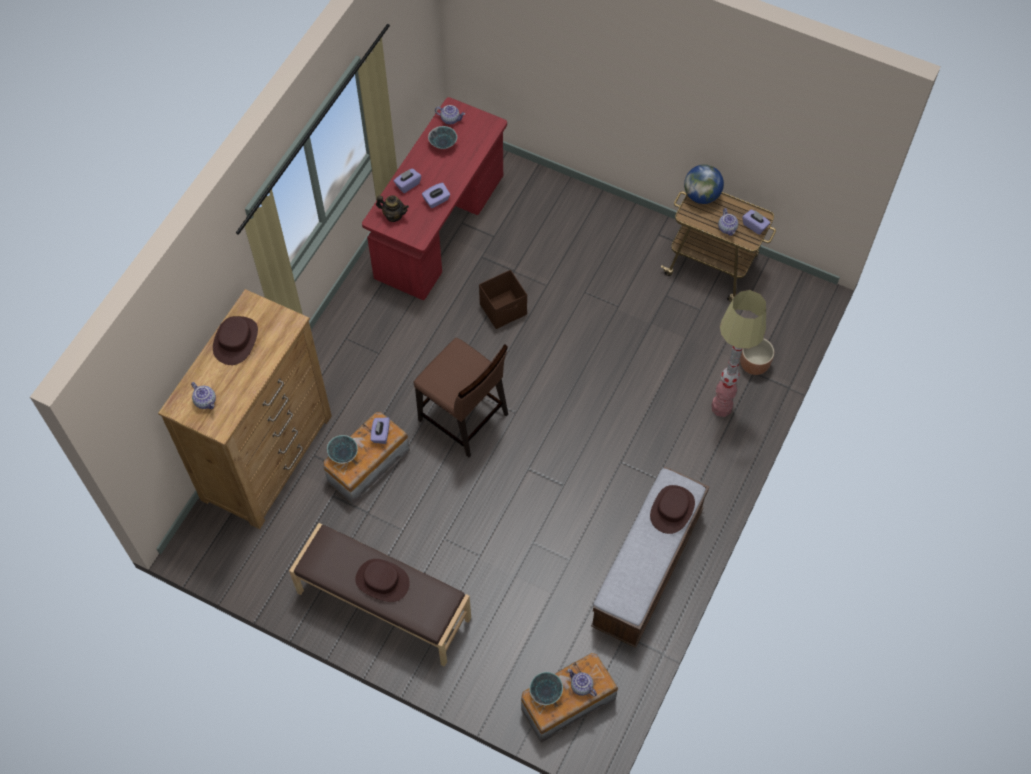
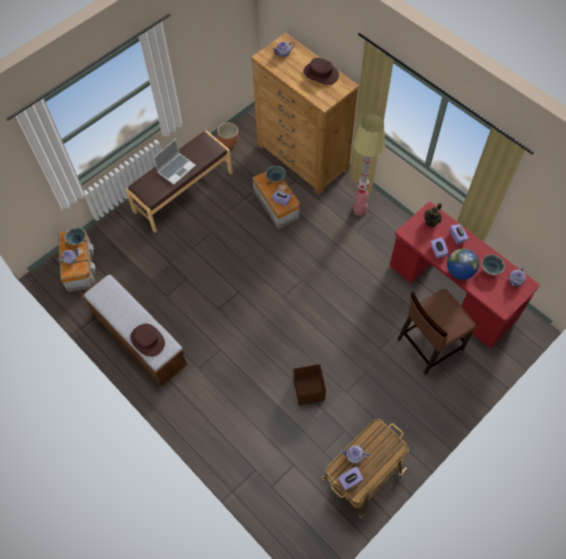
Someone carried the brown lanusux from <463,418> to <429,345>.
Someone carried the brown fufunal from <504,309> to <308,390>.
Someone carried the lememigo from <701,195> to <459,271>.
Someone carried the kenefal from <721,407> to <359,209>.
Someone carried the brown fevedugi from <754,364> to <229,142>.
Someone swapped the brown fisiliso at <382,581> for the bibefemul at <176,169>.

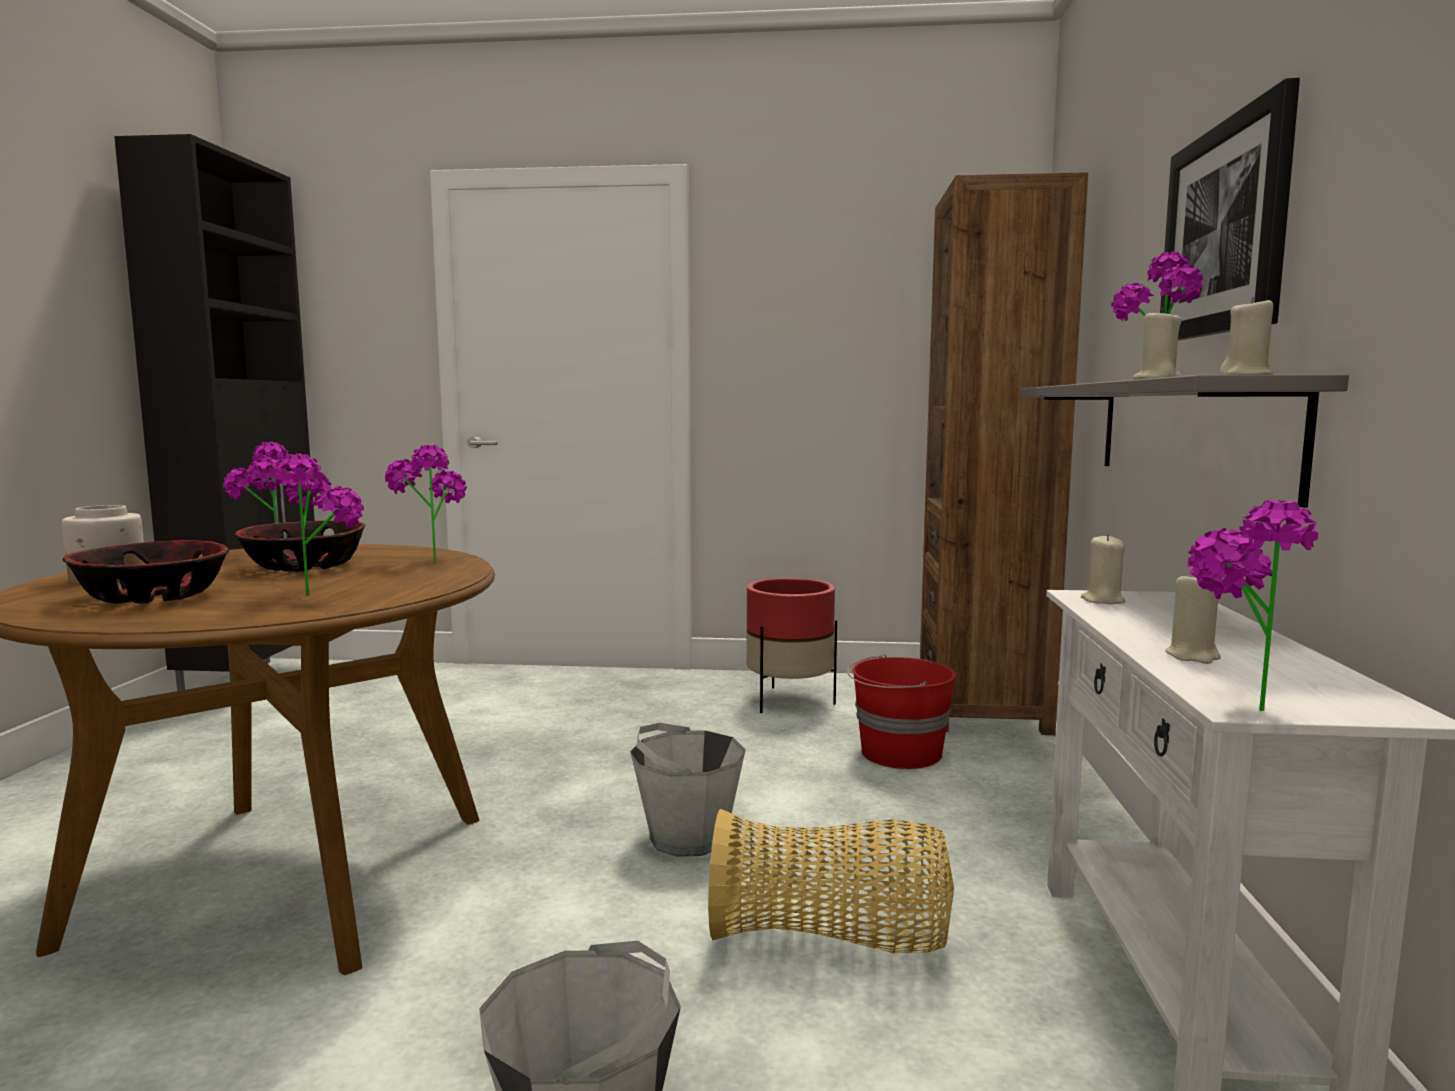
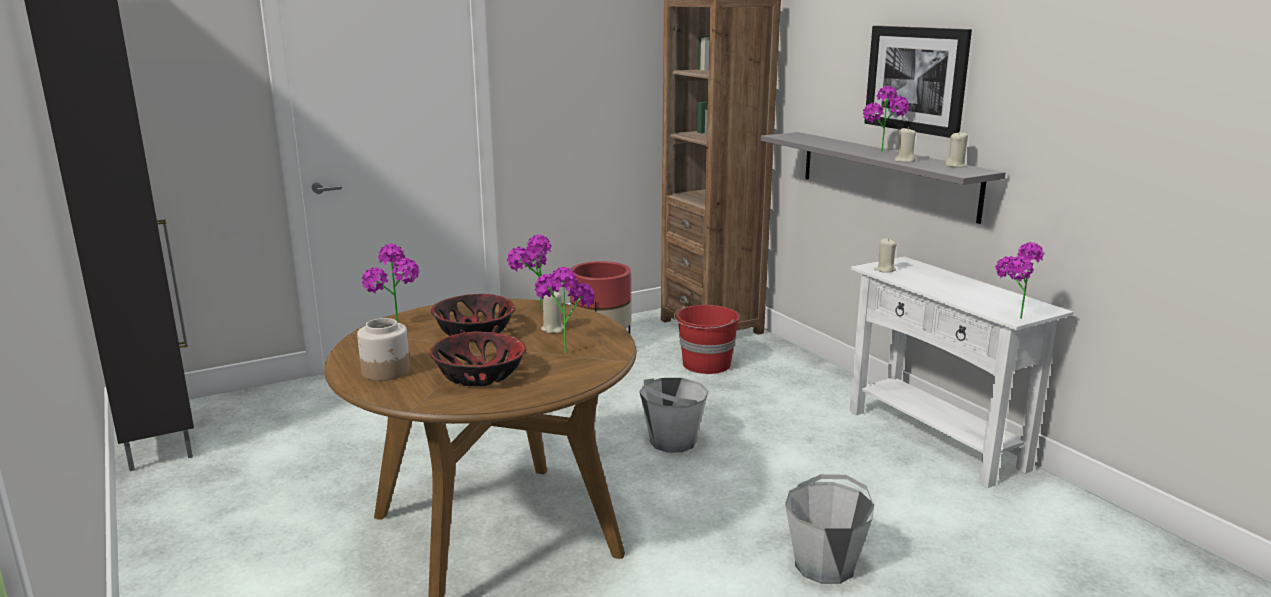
Someone took away the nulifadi at <831,939>.
Someone carried the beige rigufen from <1193,656> to <553,329>.

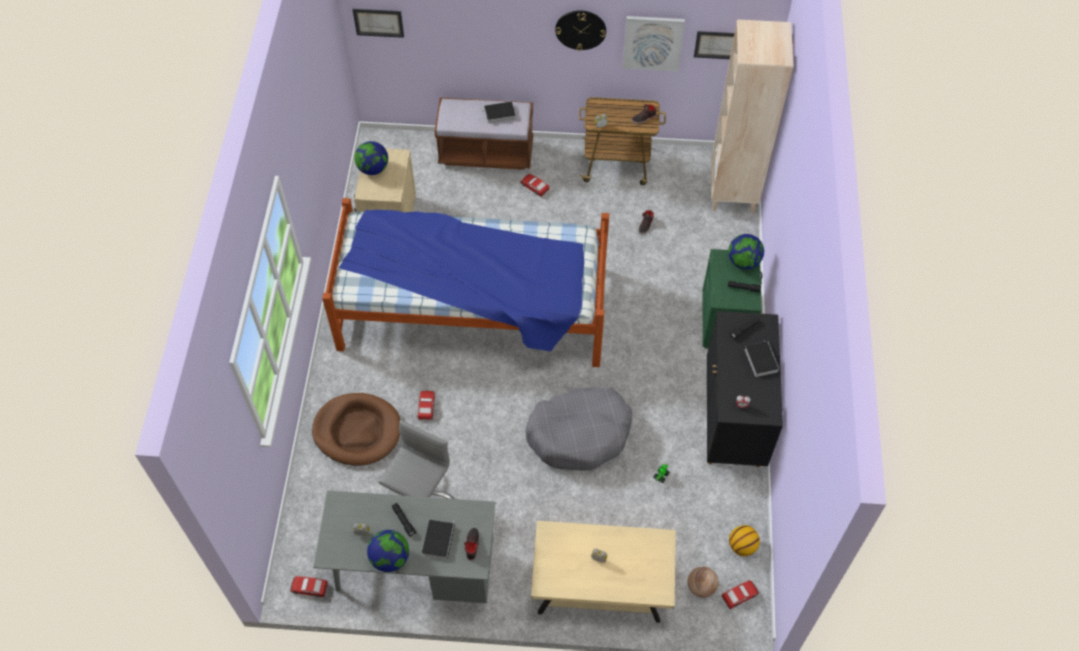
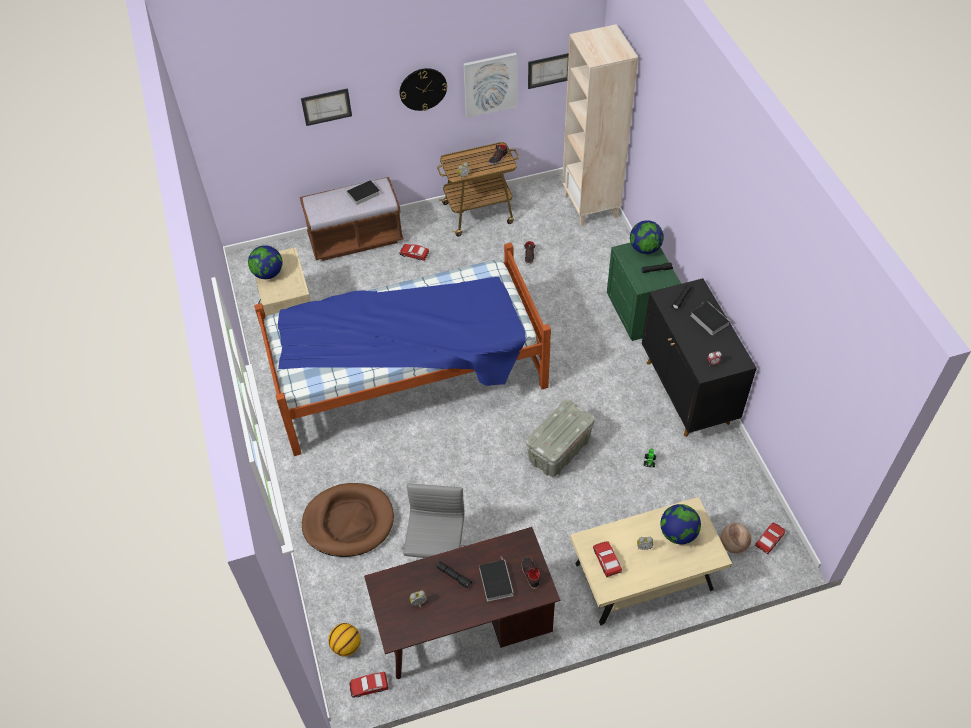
Someone carried the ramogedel from <378,22> to <326,106>.
Someone carried the lememigo from <390,558> to <678,533>.
Someone carried the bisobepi from <426,406> to <606,560>.
Someone carried the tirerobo from <742,546> to <346,646>.
Someone swapped the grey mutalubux at <579,434> for the grey fufunal at <559,451>.
Someone repainted the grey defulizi at <414,571>, which became the brown defulizi at <465,631>.

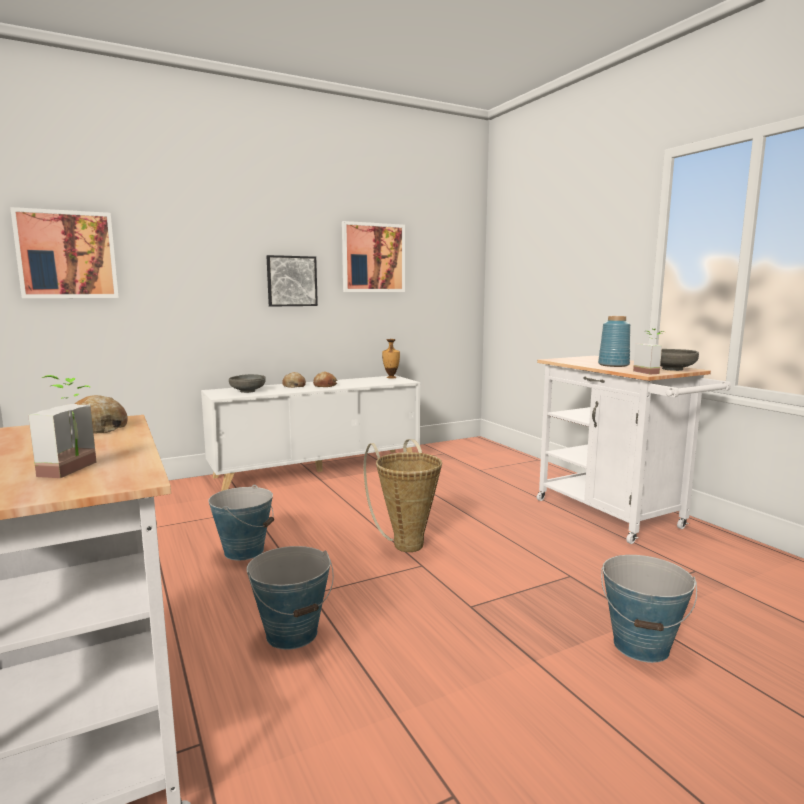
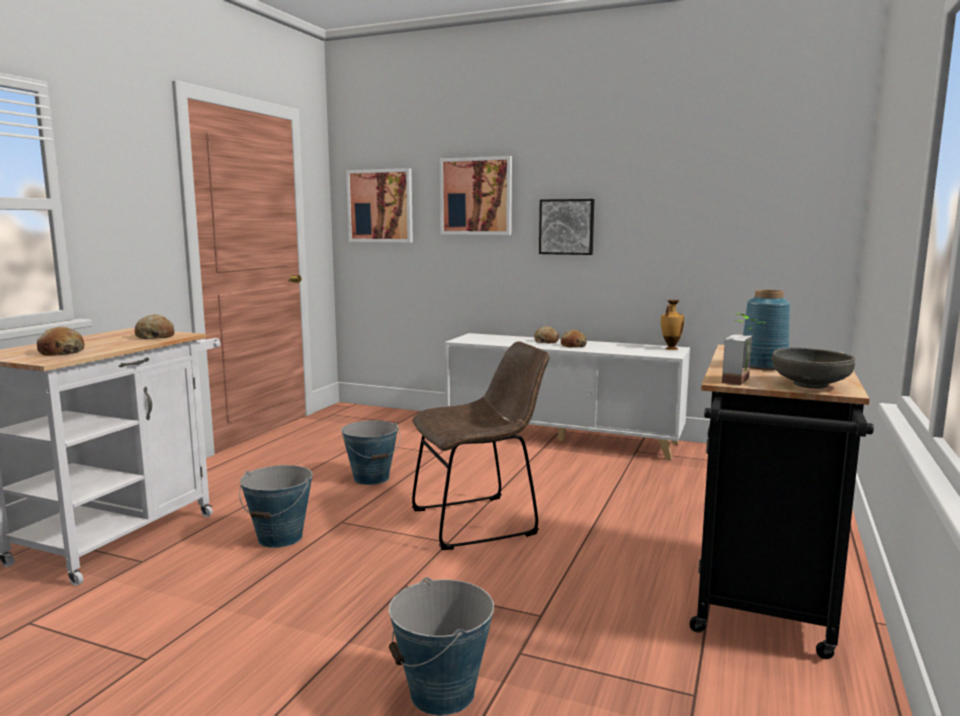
Someone took away the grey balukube at <248,391>.
Someone carried the ramogedel from <373,258> to <476,196>.
Someone swapped the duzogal at <77,469> for the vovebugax at <61,352>.
Someone swapped the nulifadi at <406,543> for the brown lanusux at <480,521>.
Someone repainted the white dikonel at <615,516>, which became the black dikonel at <762,602>.

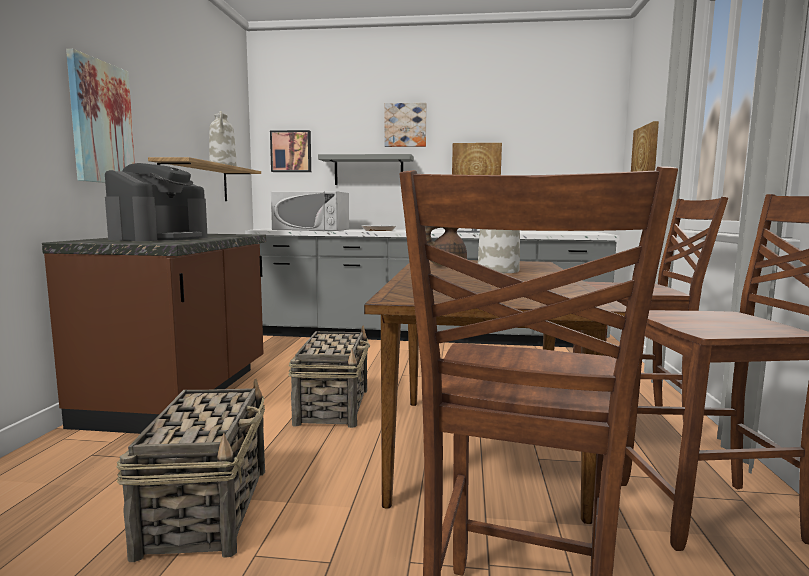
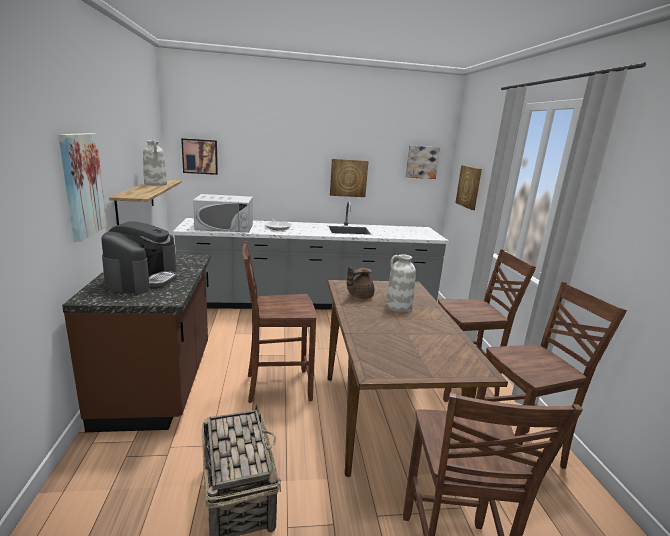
Someone took away the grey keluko at <368,171>.
Someone carried the ramogedel from <405,125> to <422,162>.
Someone swapped the nulifadi at <333,406> for the brown lanusux at <277,386>.

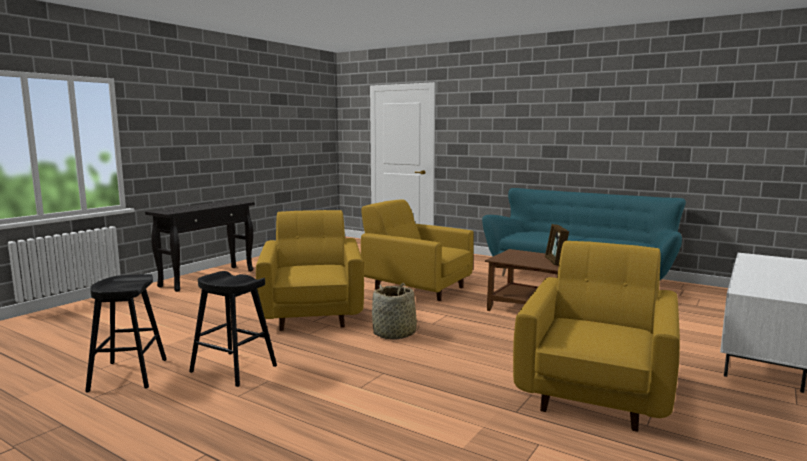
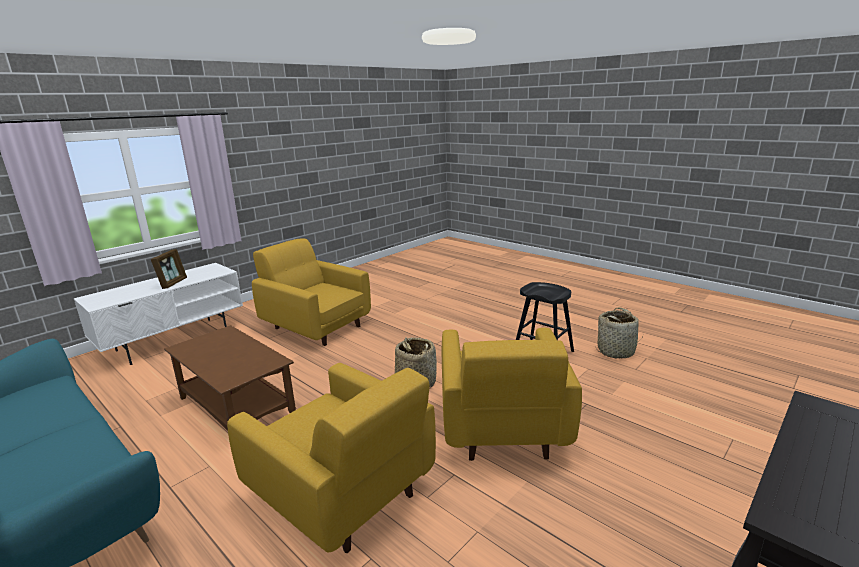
Someone carried the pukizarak from <555,261> to <173,283>.
Someone swapped the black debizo at <128,375> for the nulifadi at <616,351>.
Someone rotated the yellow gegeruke at <596,390> by 90 degrees clockwise.

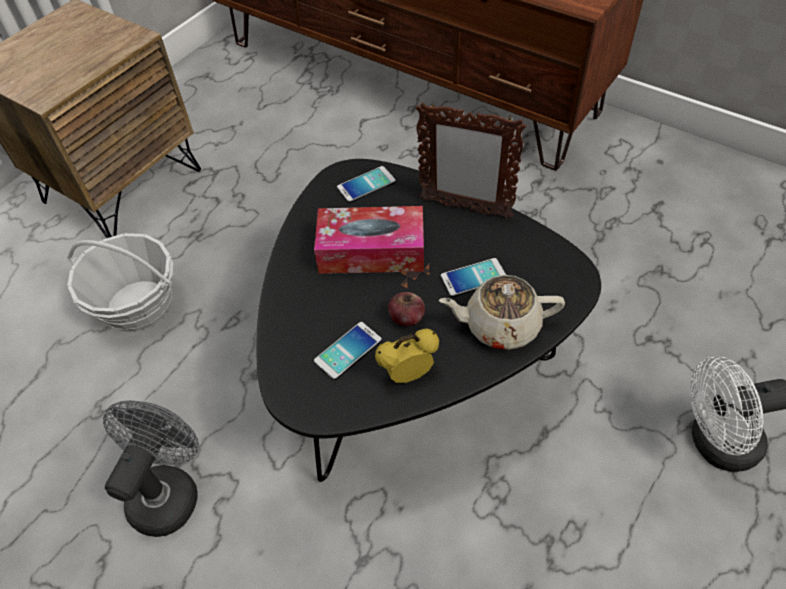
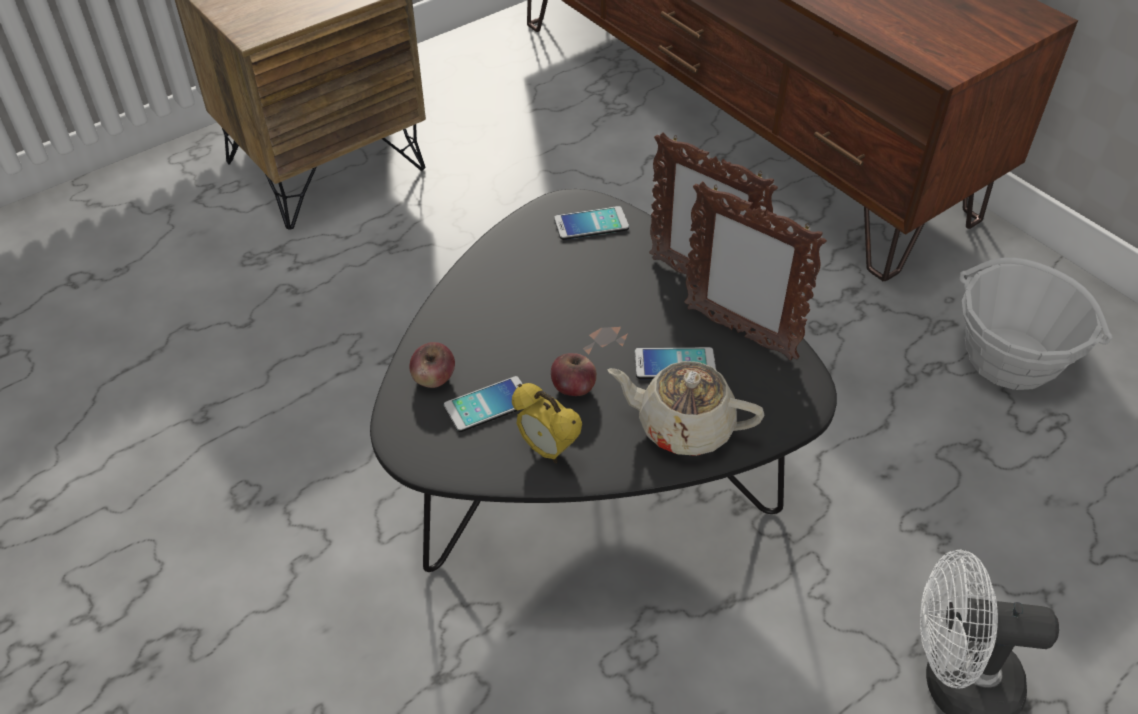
Someone took away the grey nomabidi at <168,490>.
Someone took away the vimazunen at <371,251>.
Someone put down the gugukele at <434,378>.
Someone put down the pukizarak at <738,332>.
Someone carried the nulifadi from <139,305> to <1010,359>.
Someone rotated the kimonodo at <408,374> by 135 degrees counterclockwise.

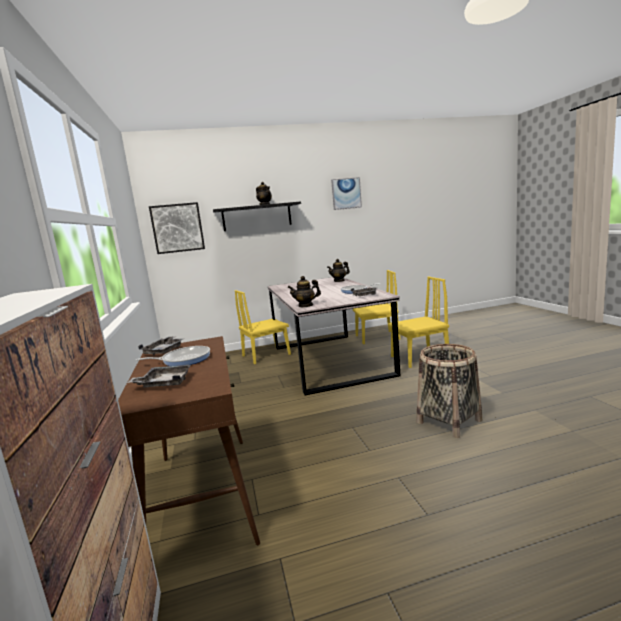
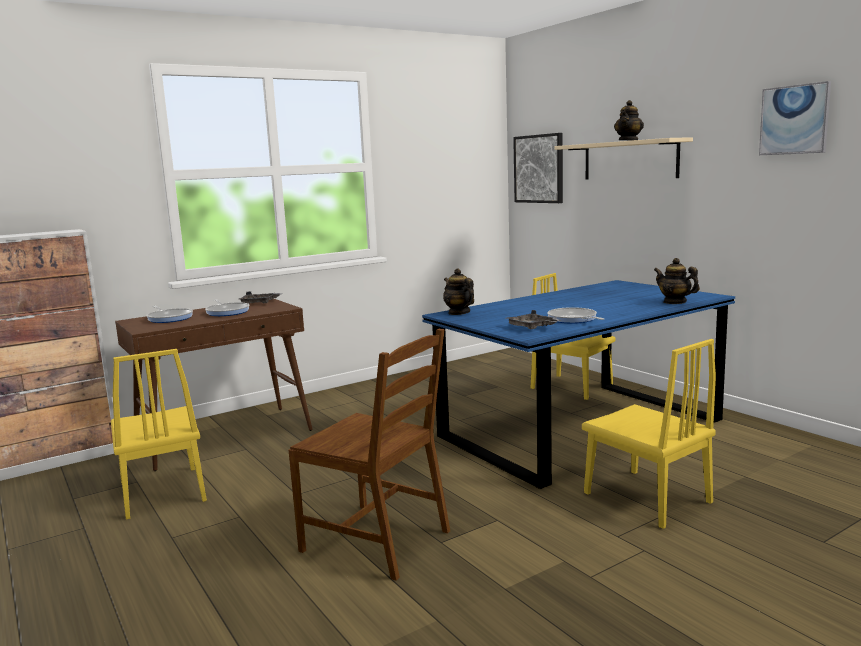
Someone carried the yellow lanusux from <377,337> to <162,492>.
Someone swapped the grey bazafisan at <164,383> for the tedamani at <169,318>.
Someone swapped the nulifadi at <449,421> for the brown lanusux at <378,540>.
Someone repainted the black keluko at <257,217>, which became the beige keluko at <629,160>.
Someone repainted the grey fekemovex at <330,359>, which became the blue fekemovex at <581,428>.

